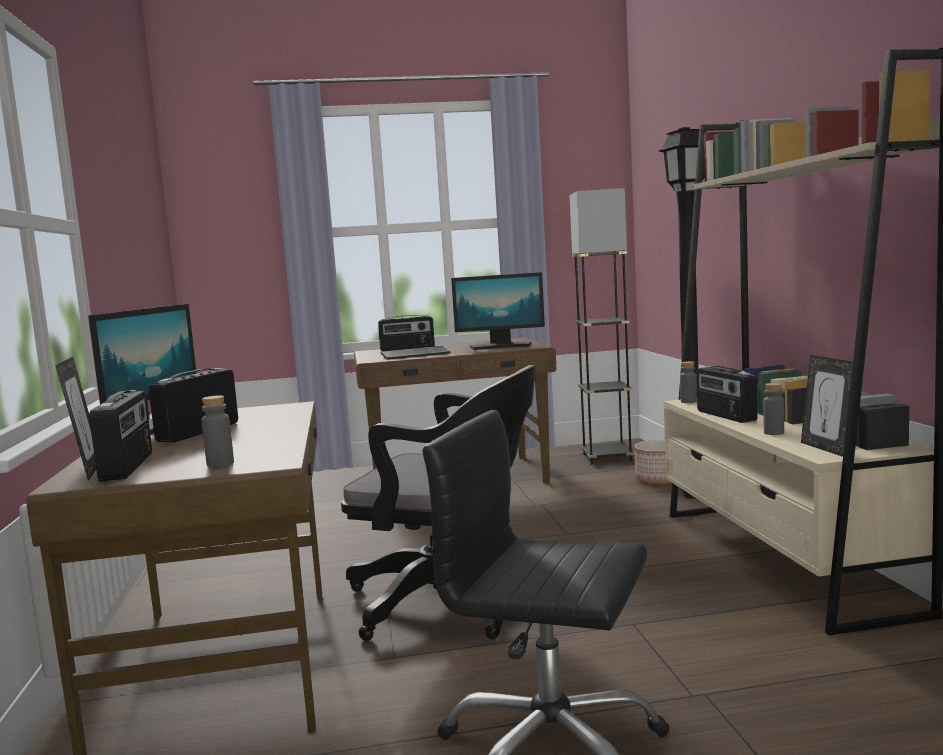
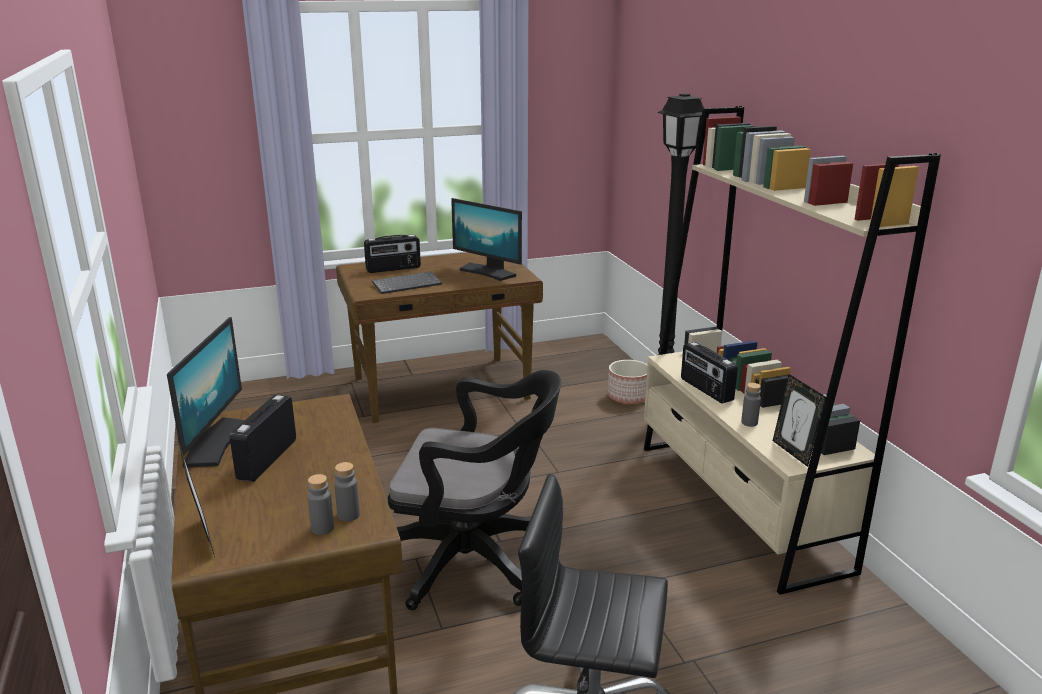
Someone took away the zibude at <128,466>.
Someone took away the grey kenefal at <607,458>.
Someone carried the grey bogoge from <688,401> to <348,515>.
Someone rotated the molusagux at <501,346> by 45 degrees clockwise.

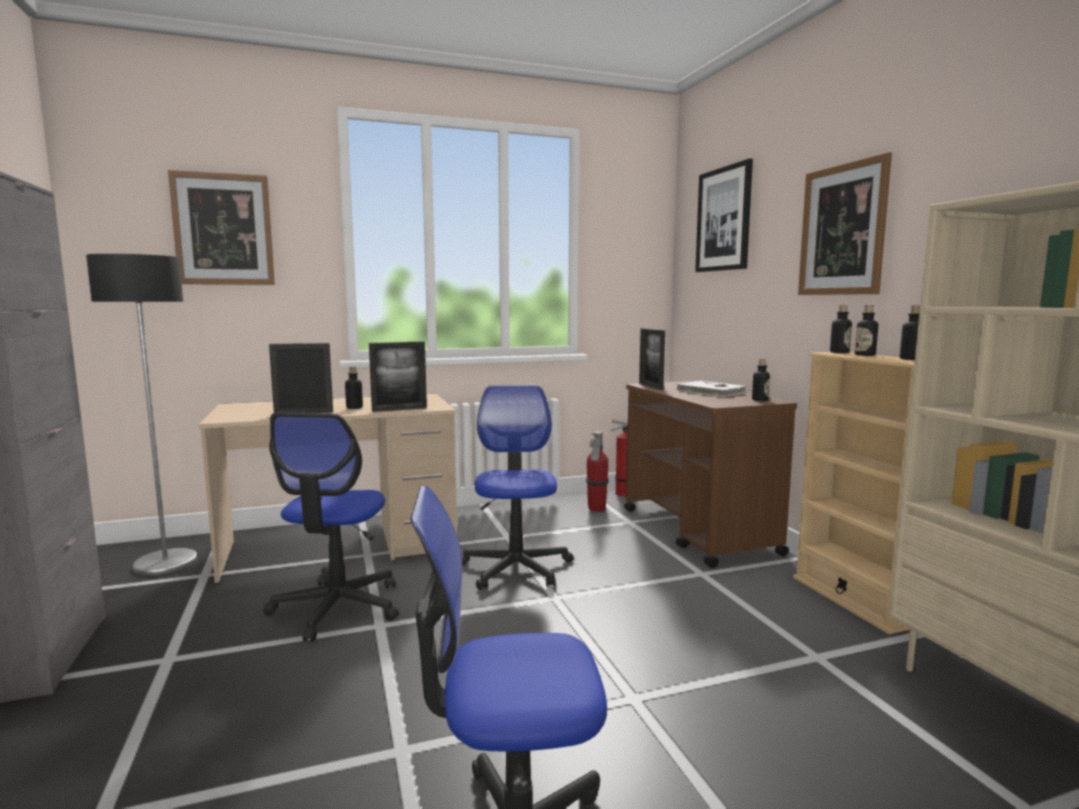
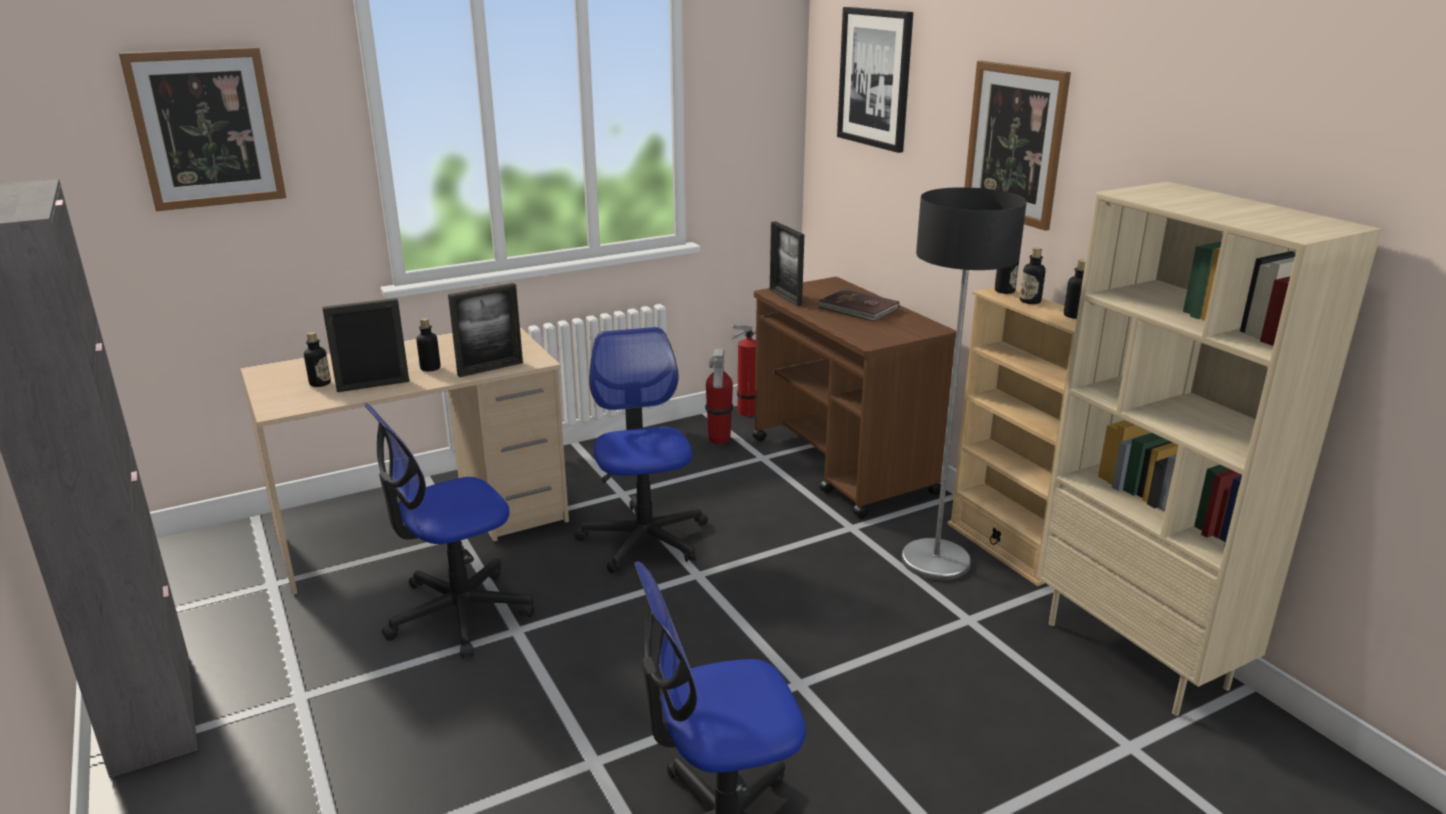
Someone carried the kenefal from <165,563> to <935,561>.
Someone carried the bogoge from <760,400> to <320,383>.
Someone repainted the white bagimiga at <710,392>, which became the brown bagimiga at <858,309>.
Someone rotated the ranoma at <337,608> by 60 degrees clockwise.

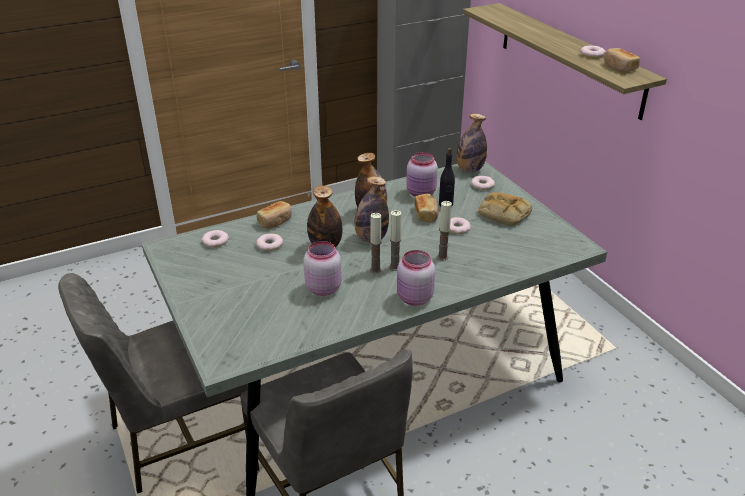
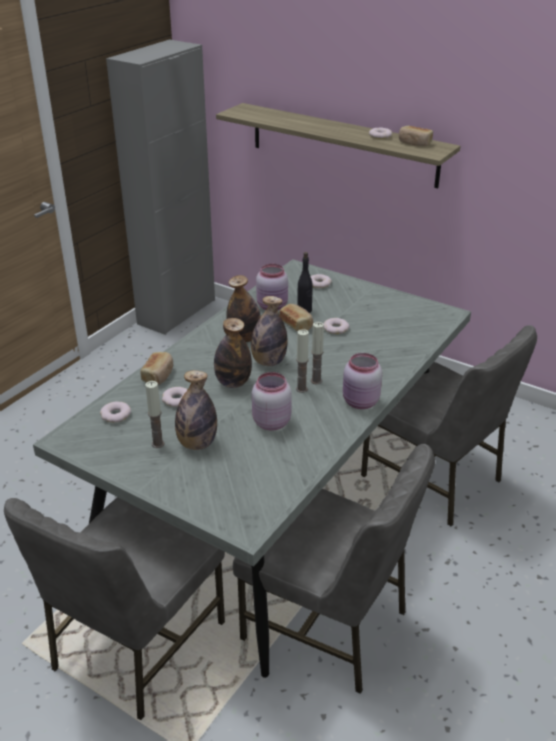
Someone took away the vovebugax at <503,213>.
Someone put down the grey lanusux at <433,479>.
Someone carried the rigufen from <442,257> to <158,444>.
Someone carried the bogoge from <469,169> to <197,444>.

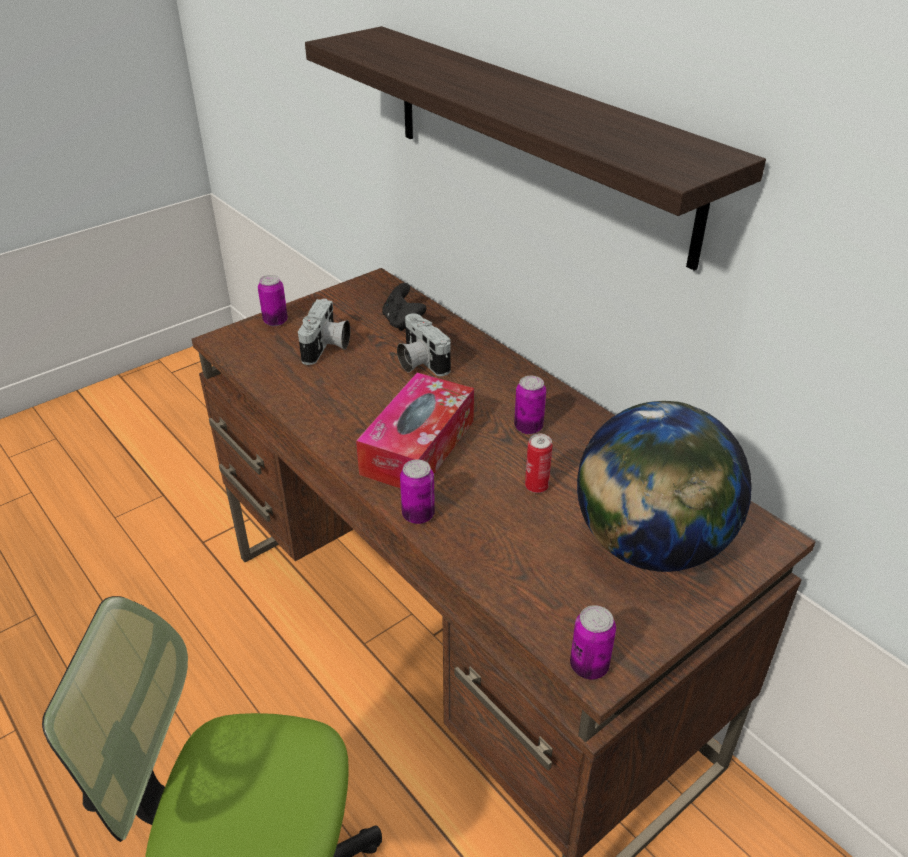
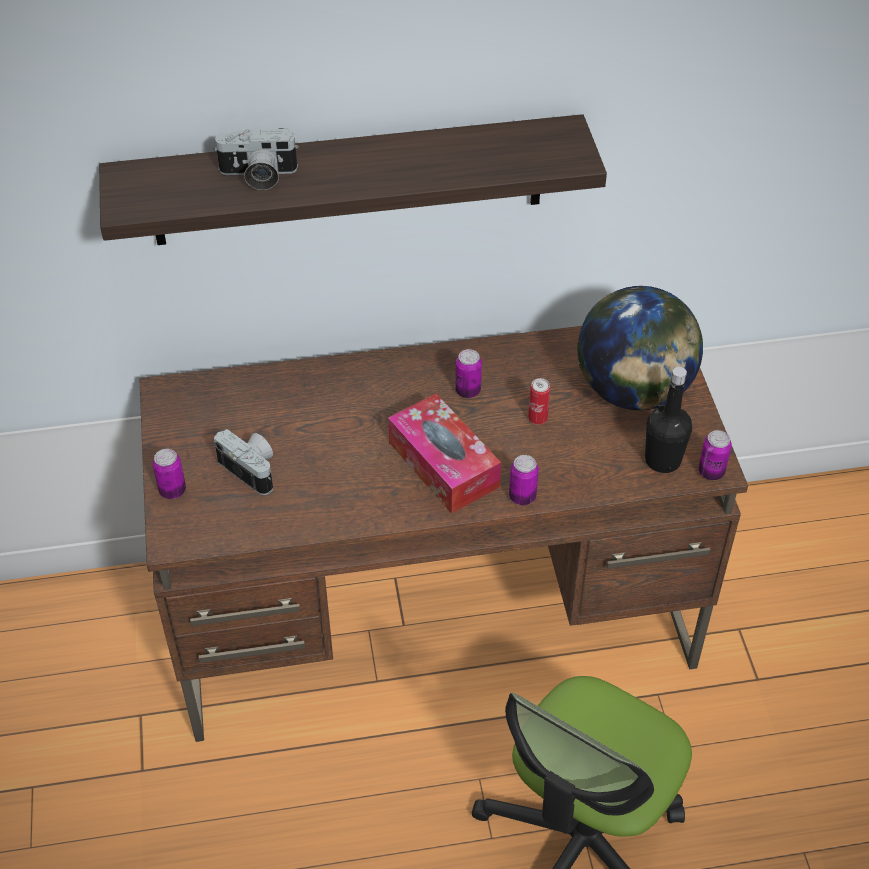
Someone took away the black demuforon at <402,322>.
Someone put down the black bogoge at <662,460>.
Someone carried the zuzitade from <419,362> to <258,176>.

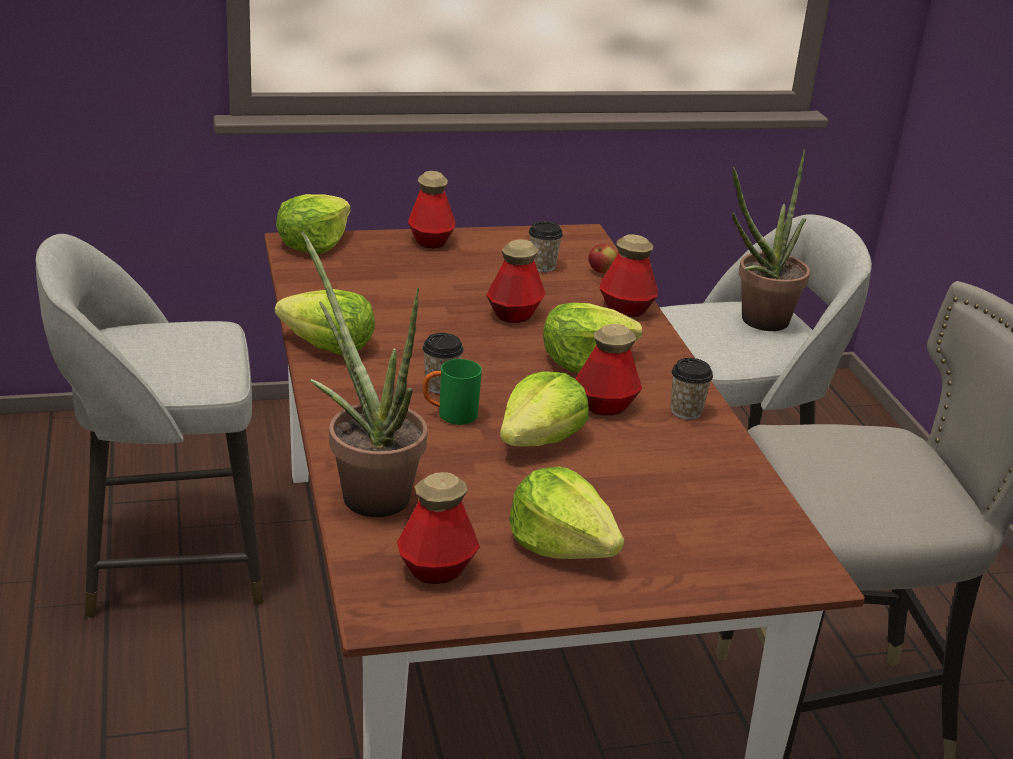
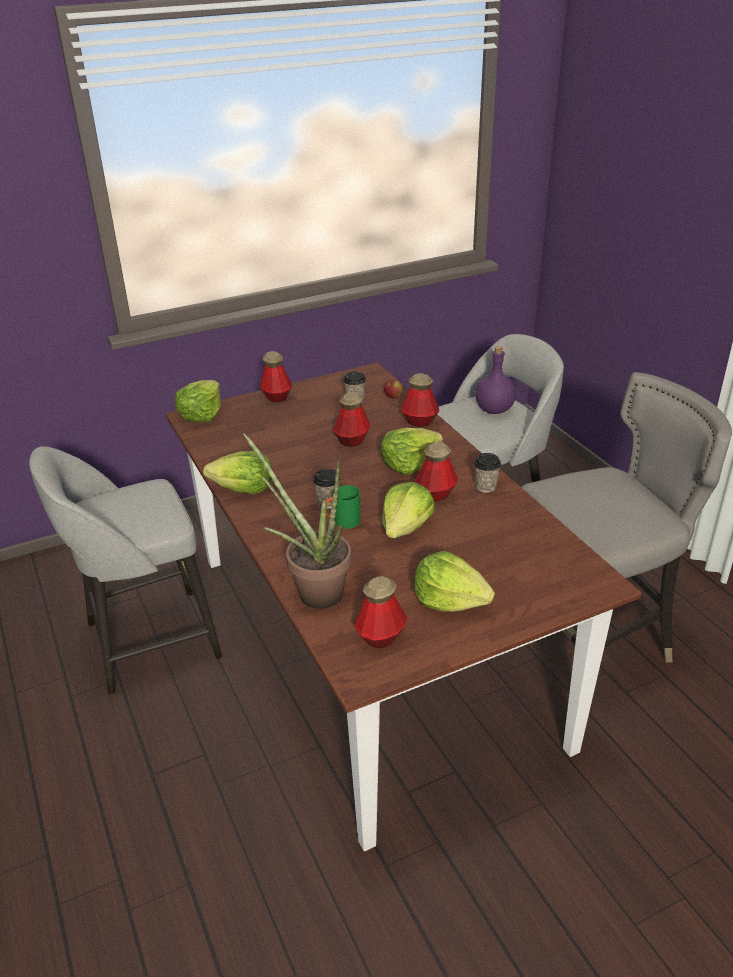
Someone swapped the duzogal at <757,323> for the purple bogoge at <493,410>.

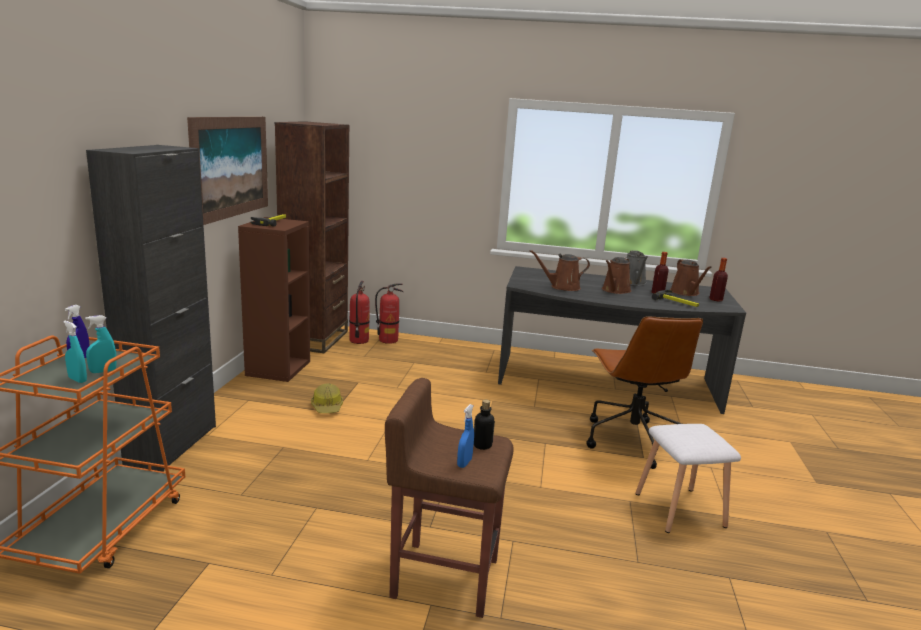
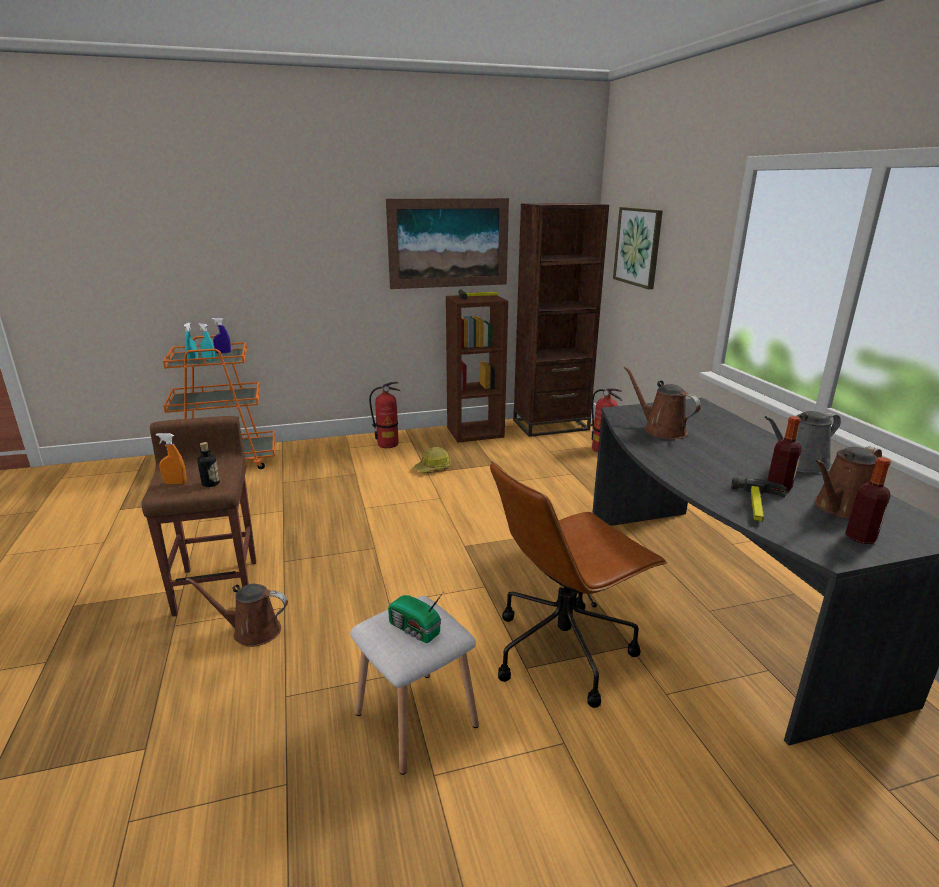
Someone took away the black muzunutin at <172,444>.
Someone put down the zibude at <414,630>.
Someone put up the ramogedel at <638,246>.
Someone carried the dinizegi from <358,340> to <388,444>.
Someone carried the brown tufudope from <615,290> to <252,631>.
Someone repainted the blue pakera at <464,463>, which became the orange pakera at <175,483>.

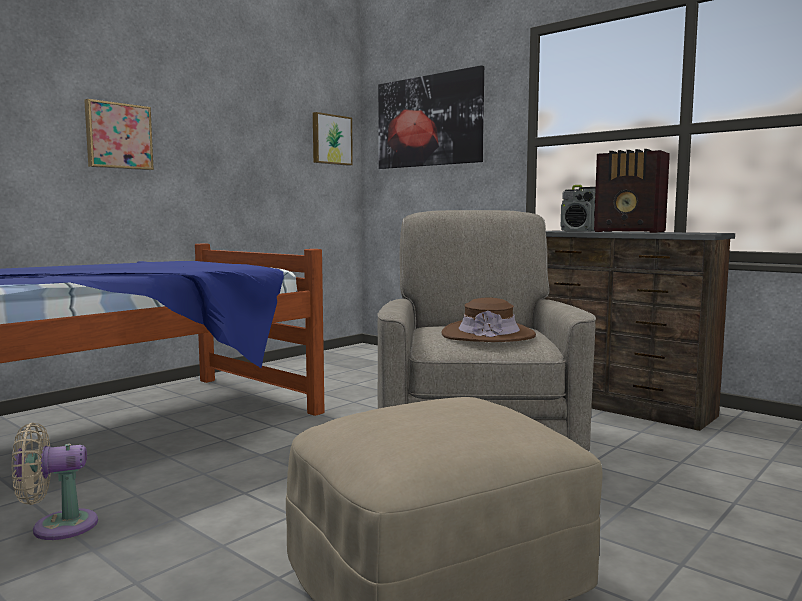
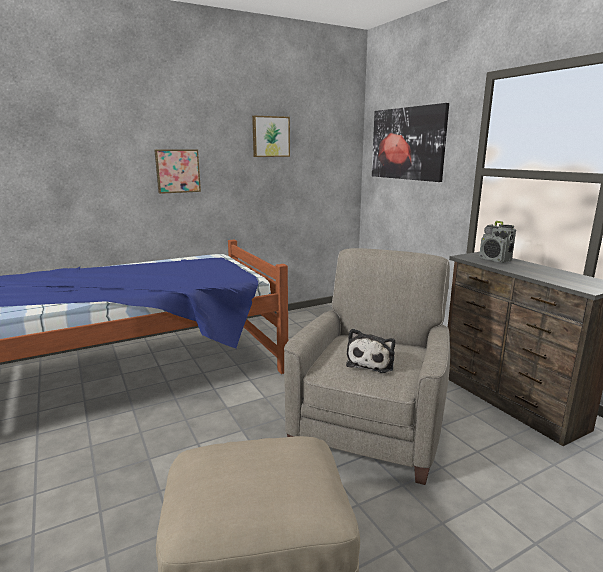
Someone took away the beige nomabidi at <58,526>.
Someone took away the zibude at <630,232>.
Someone carried the ramogedel from <331,139> to <270,136>.
Someone swapped the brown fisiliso at <488,335> for the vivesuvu at <371,362>.

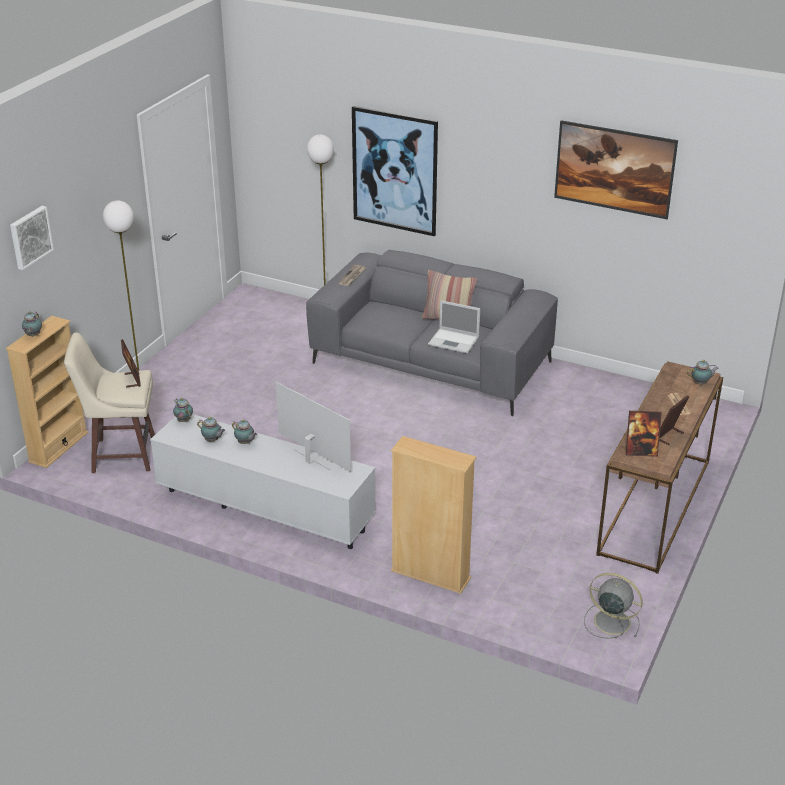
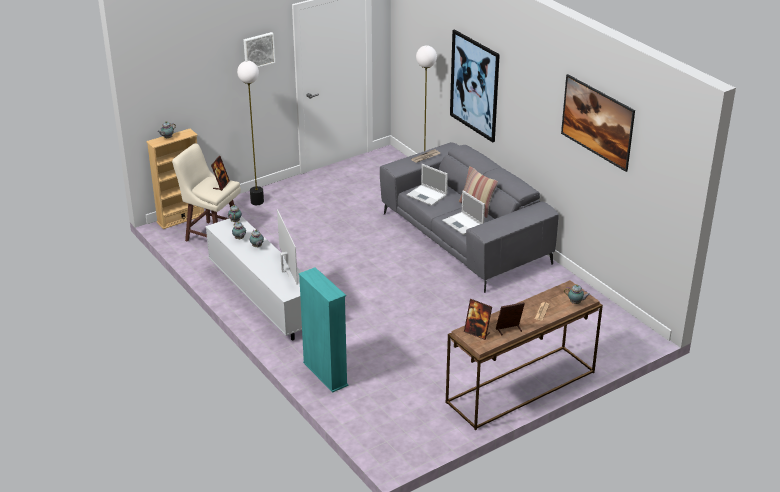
Someone took away the grey nomabidi at <610,621>.
Someone put down the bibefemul at <427,195>.
Someone carried the ramogedel from <30,237> to <258,50>.
Someone repainted the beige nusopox at <430,575>, which became the turquoise nusopox at <325,374>.

